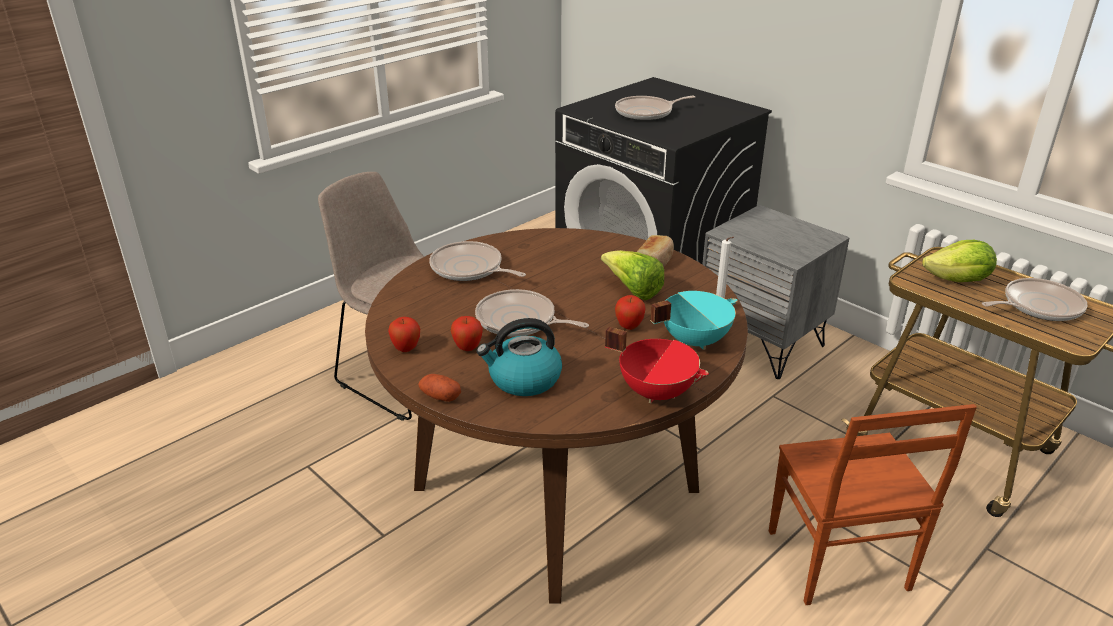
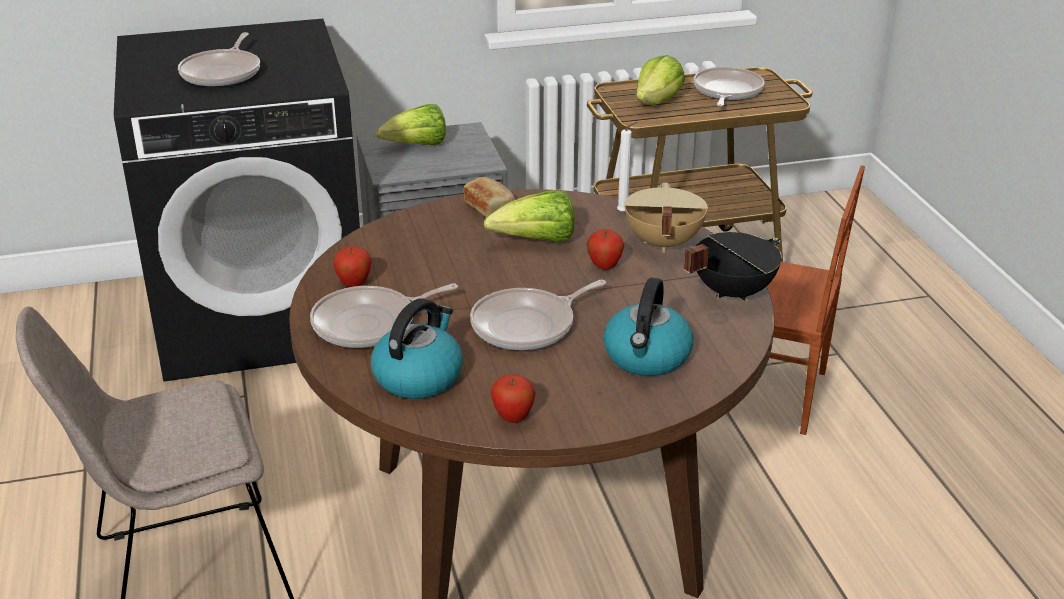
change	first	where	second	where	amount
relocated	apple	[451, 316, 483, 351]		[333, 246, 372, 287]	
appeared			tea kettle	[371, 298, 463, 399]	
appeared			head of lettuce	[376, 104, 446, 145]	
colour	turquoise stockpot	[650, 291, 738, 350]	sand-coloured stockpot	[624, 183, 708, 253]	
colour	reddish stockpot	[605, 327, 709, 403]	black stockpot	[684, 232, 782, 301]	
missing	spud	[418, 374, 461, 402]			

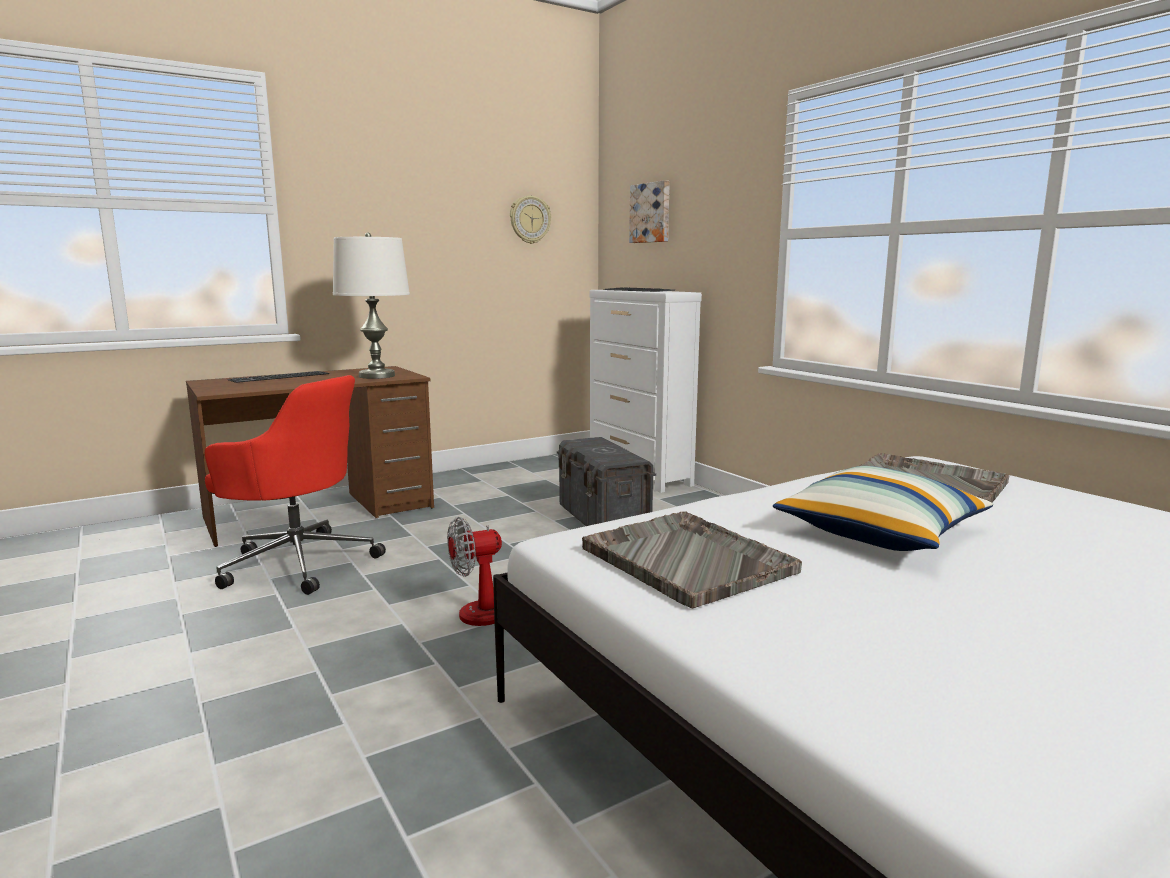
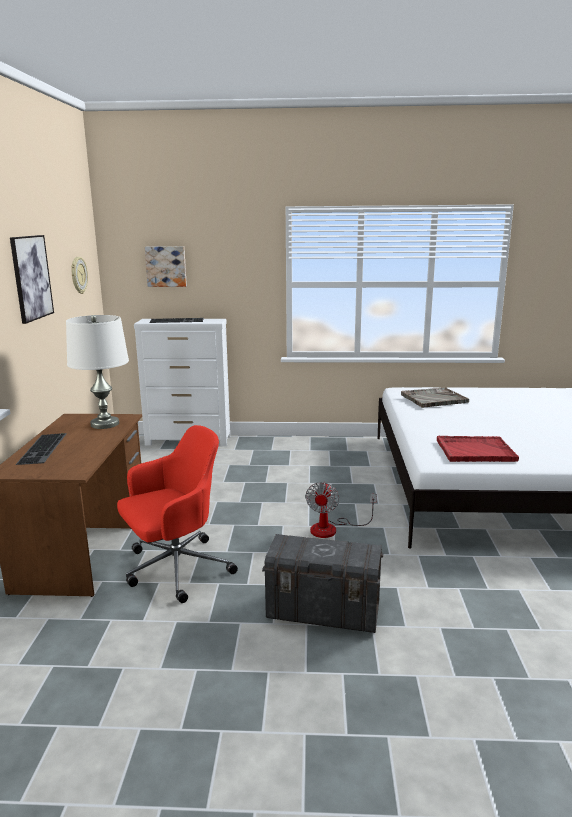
change	first	where	second	where	amount
appeared			wall picture	[10, 235, 54, 324]	
relocated	greyish storage bin	[557, 437, 656, 526]		[262, 534, 384, 633]	
colour	greyish serving tray	[582, 511, 802, 608]	reddish serving tray	[437, 436, 519, 462]	
missing	cushion	[773, 466, 993, 551]			

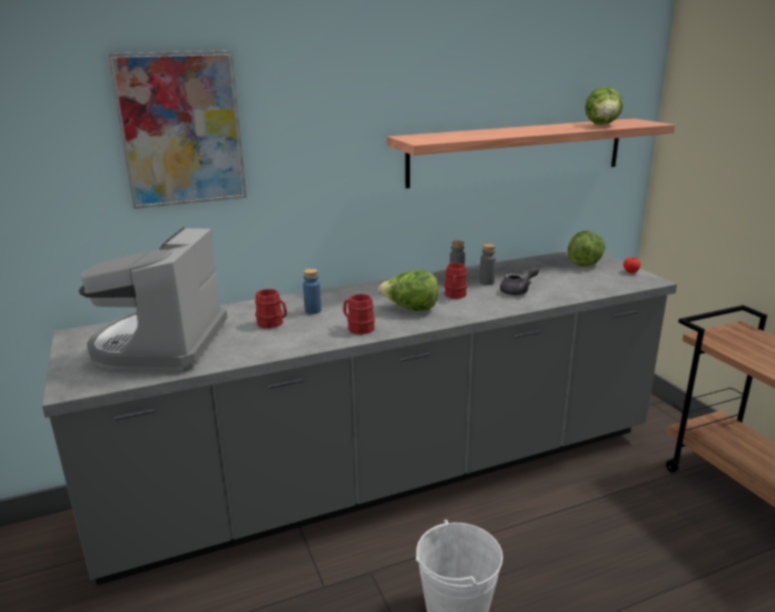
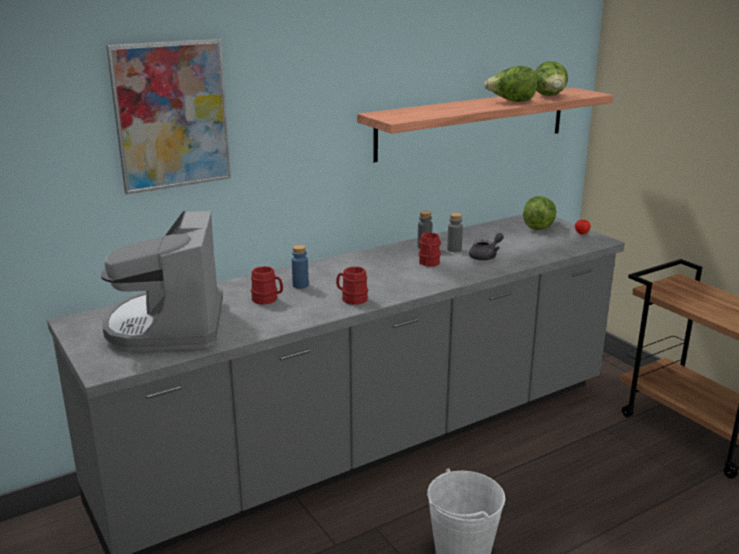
change	first	where	second	where	amount
relocated	head of lettuce	[378, 270, 439, 311]		[484, 66, 537, 102]	

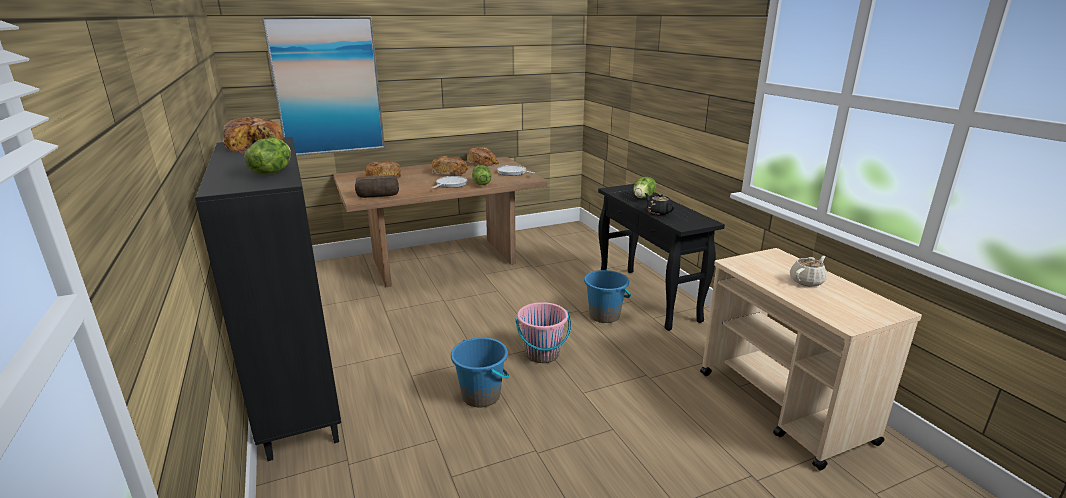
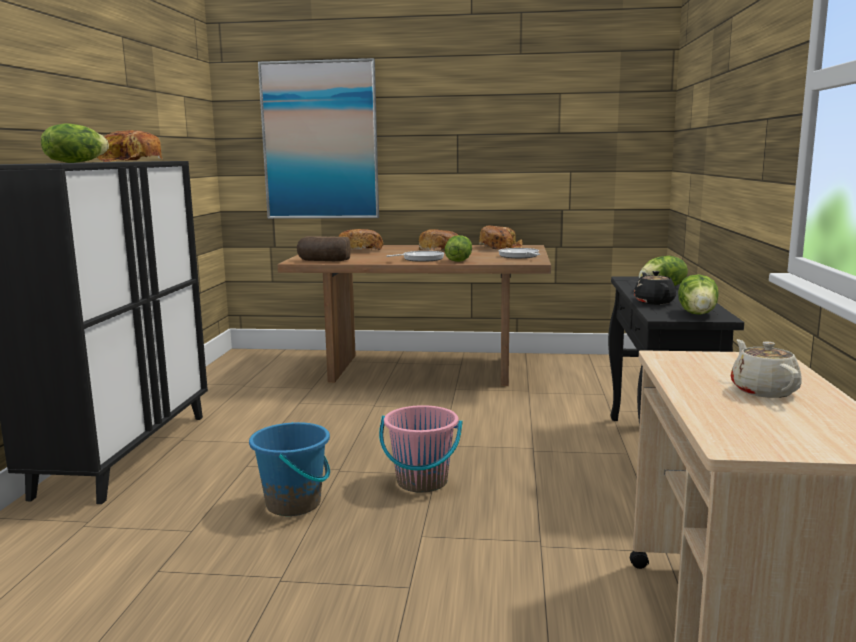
change	first	where	second	where	amount
appeared			head of lettuce	[678, 274, 719, 315]	
spun	sand-coloured tea pot	[790, 256, 827, 287]		[731, 339, 802, 398]	90 degrees counterclockwise
missing	blue pail	[584, 270, 631, 323]			

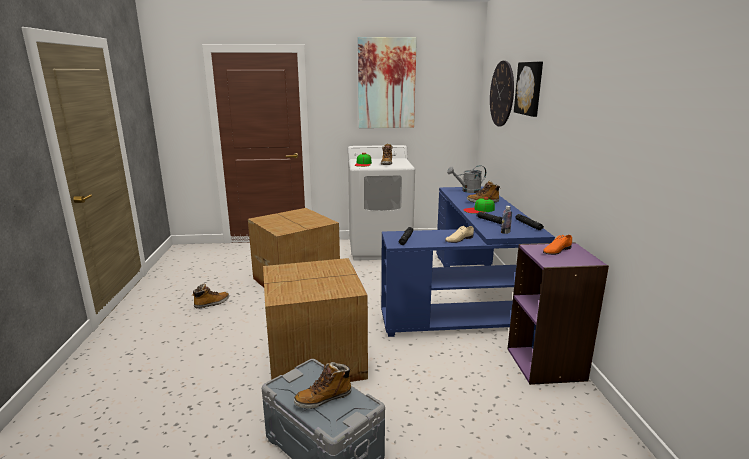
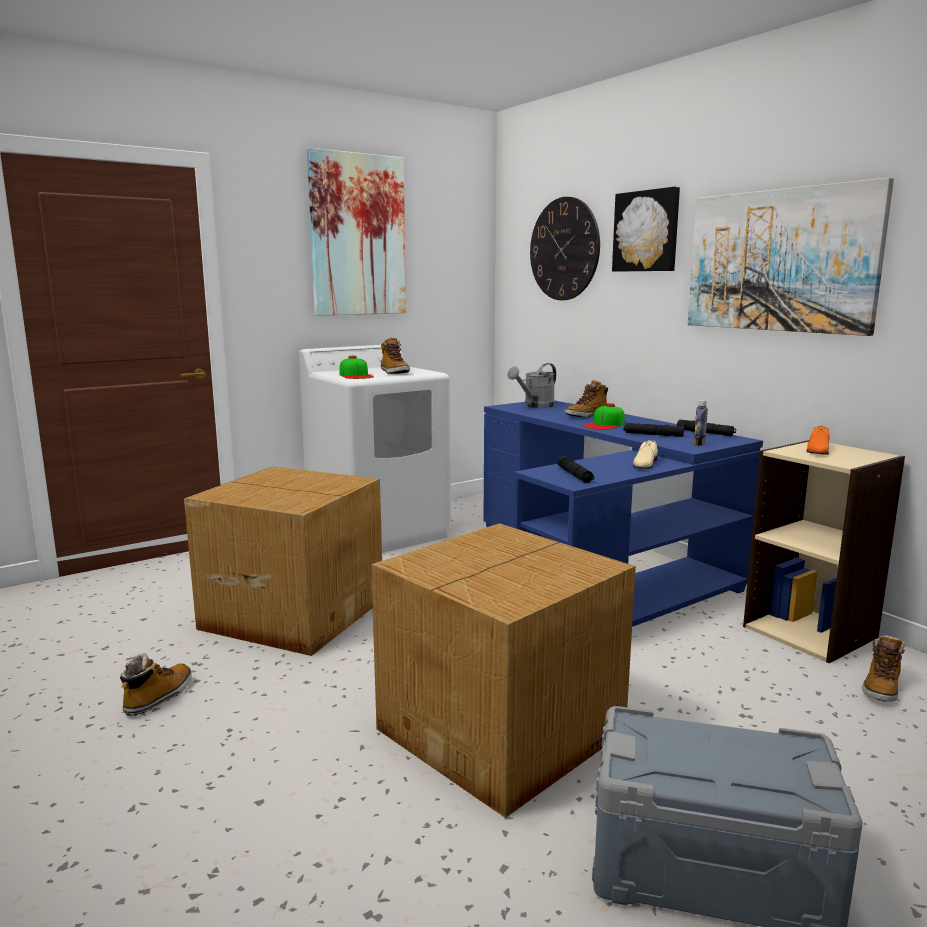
change	first	where	second	where	amount
appeared			wall picture	[688, 177, 894, 336]	
colour	purple shelving unit	[507, 242, 609, 385]	sand-coloured shelving unit	[743, 440, 905, 663]	
relocated	tall boot	[294, 362, 352, 409]		[862, 635, 905, 702]	

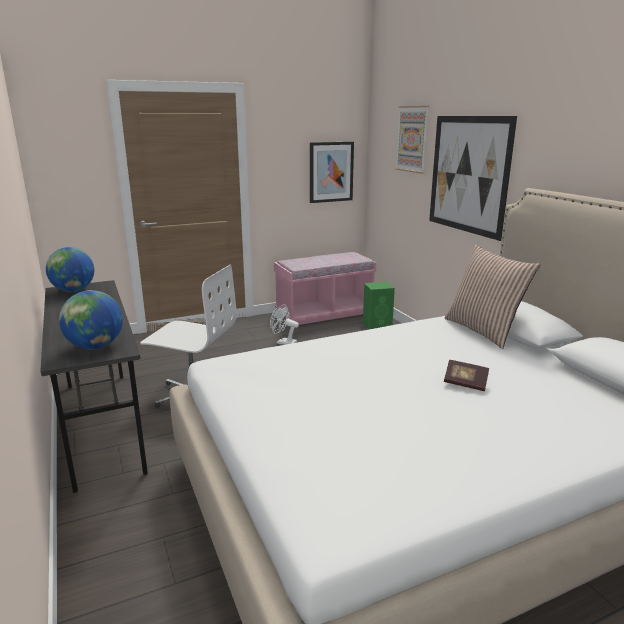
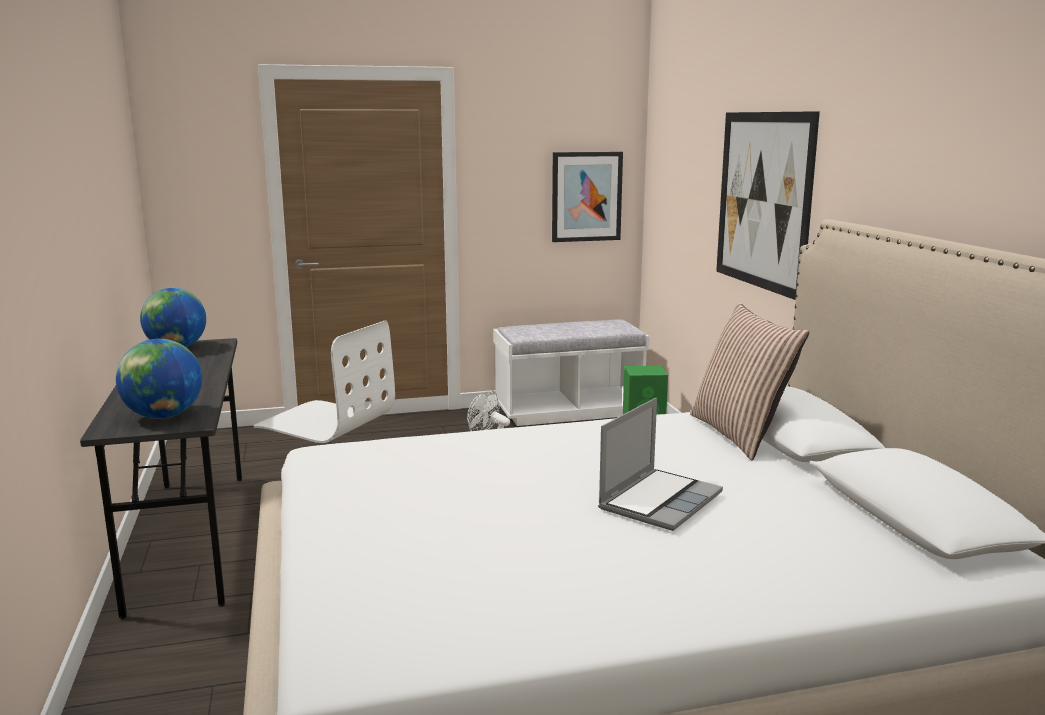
change	first	where	second	where	amount
colour	pink long seat	[274, 252, 376, 325]	whitish long seat	[493, 319, 649, 426]	
exchanged	bound book	[444, 360, 489, 391]	laptop	[598, 397, 723, 531]	
missing	wall picture	[395, 106, 429, 174]			

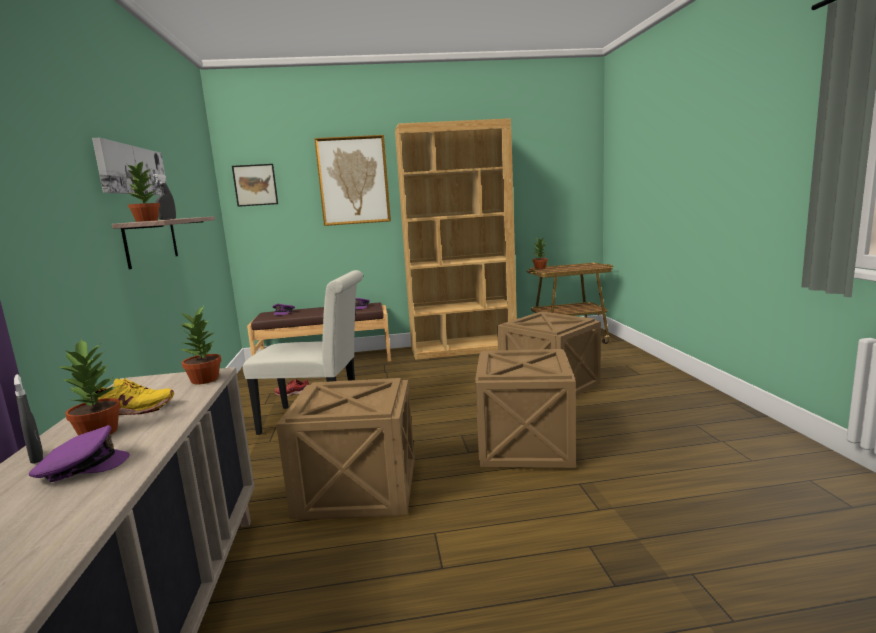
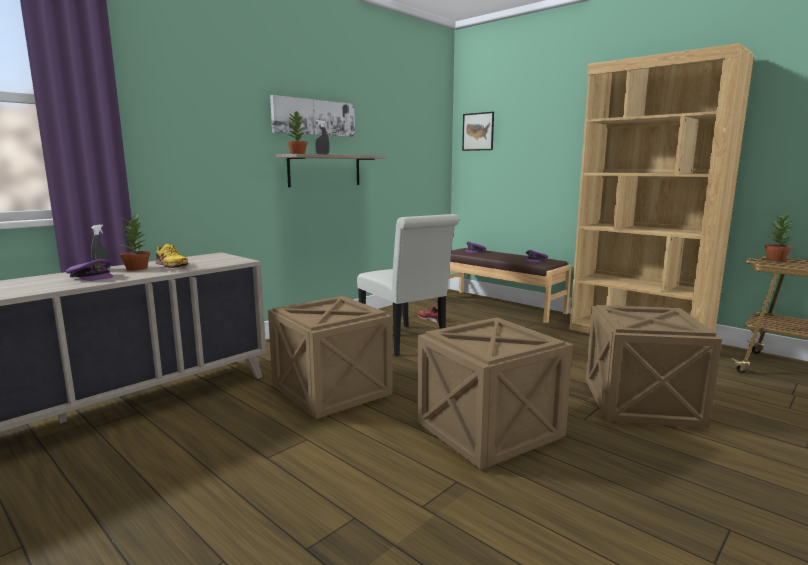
change	first	where	second	where	amount
missing	potted plant	[178, 306, 221, 384]			
missing	wall picture	[314, 135, 391, 226]			

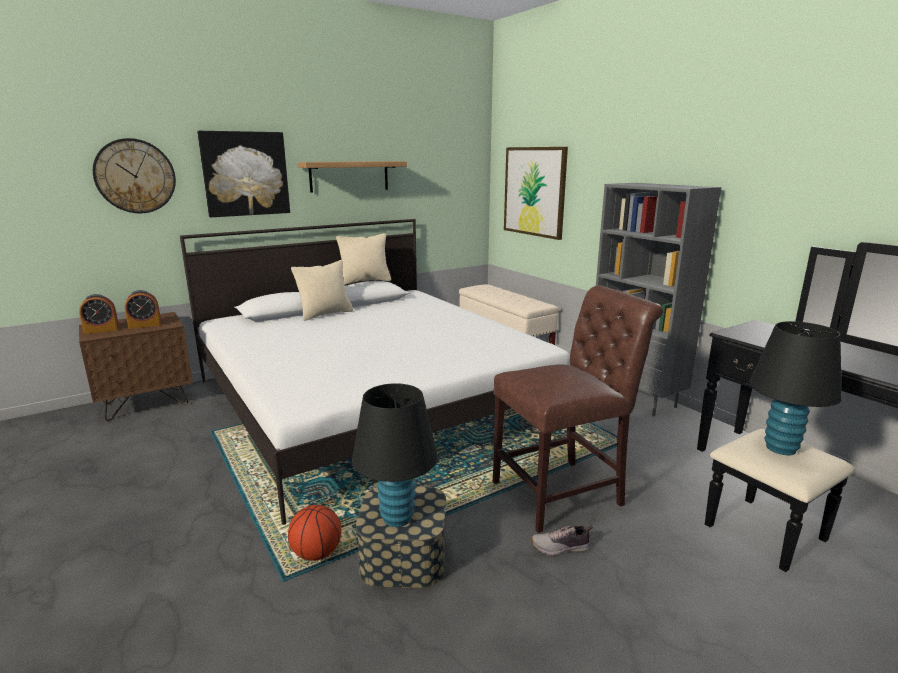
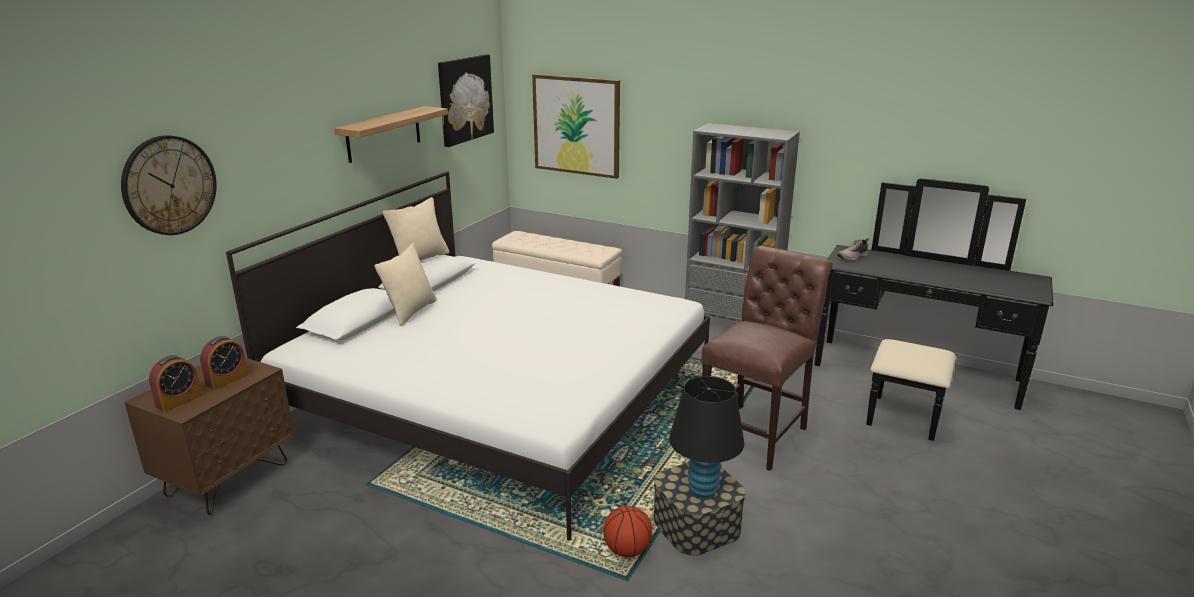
change	first	where	second	where	amount
relocated	wall picture	[197, 131, 290, 217]		[438, 54, 494, 147]	
relocated	item of footwear	[531, 524, 593, 556]		[837, 238, 869, 261]	
missing	black lamp for a table	[749, 321, 842, 455]			

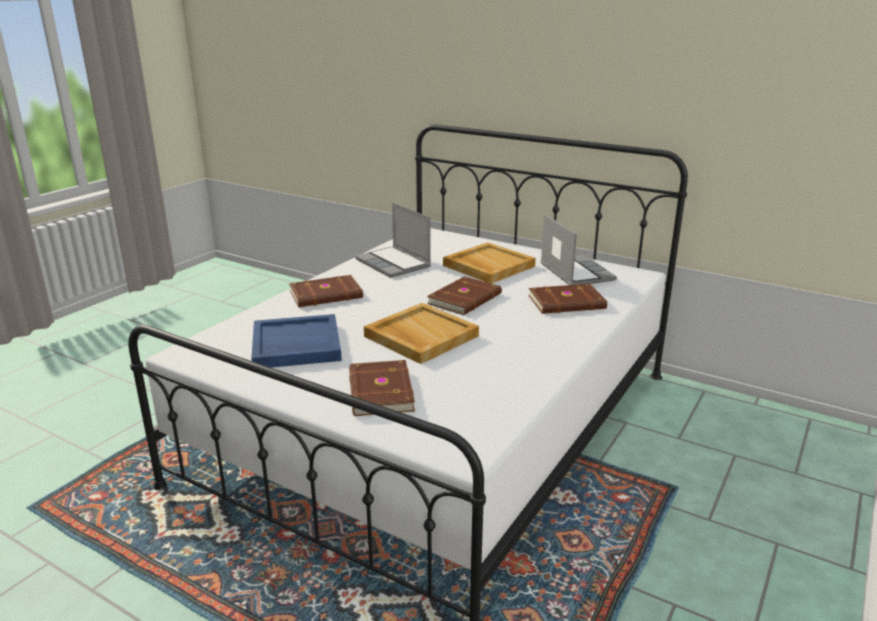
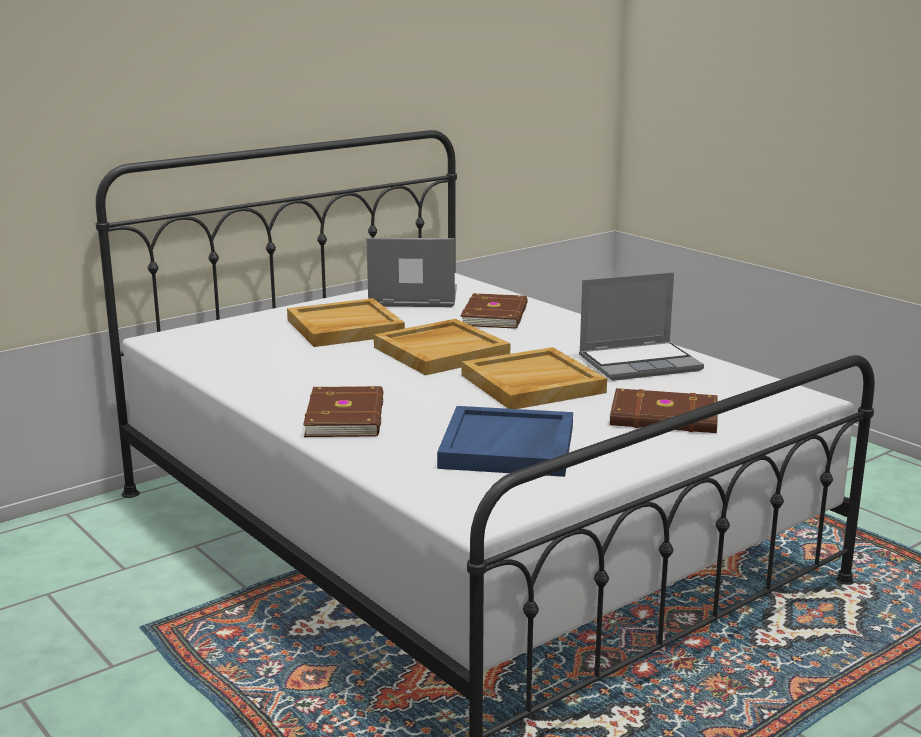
change	first	where	second	where	amount
exchanged	brownish bound book	[427, 276, 502, 315]	sand-coloured serving tray	[374, 319, 510, 375]	
relocated	laptop	[355, 202, 431, 278]		[579, 272, 704, 381]	

